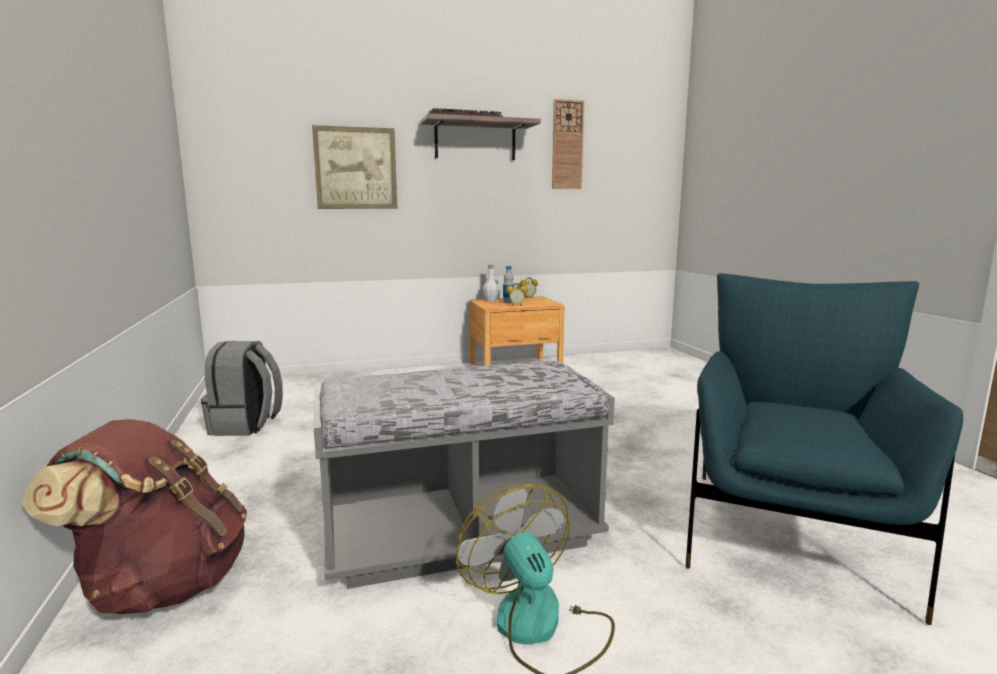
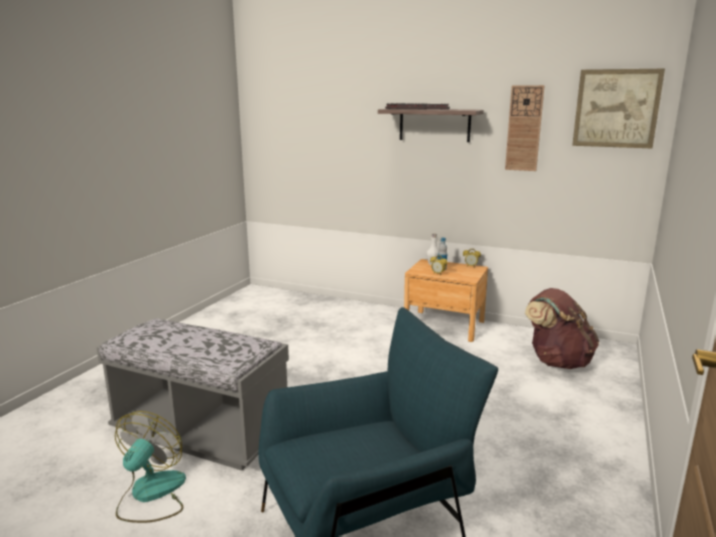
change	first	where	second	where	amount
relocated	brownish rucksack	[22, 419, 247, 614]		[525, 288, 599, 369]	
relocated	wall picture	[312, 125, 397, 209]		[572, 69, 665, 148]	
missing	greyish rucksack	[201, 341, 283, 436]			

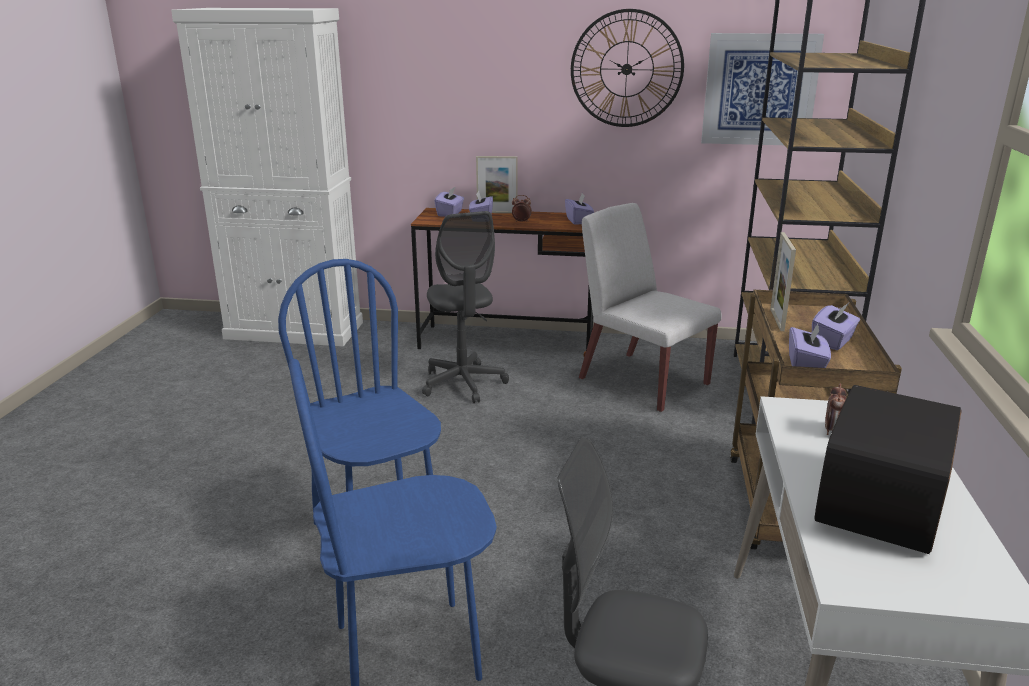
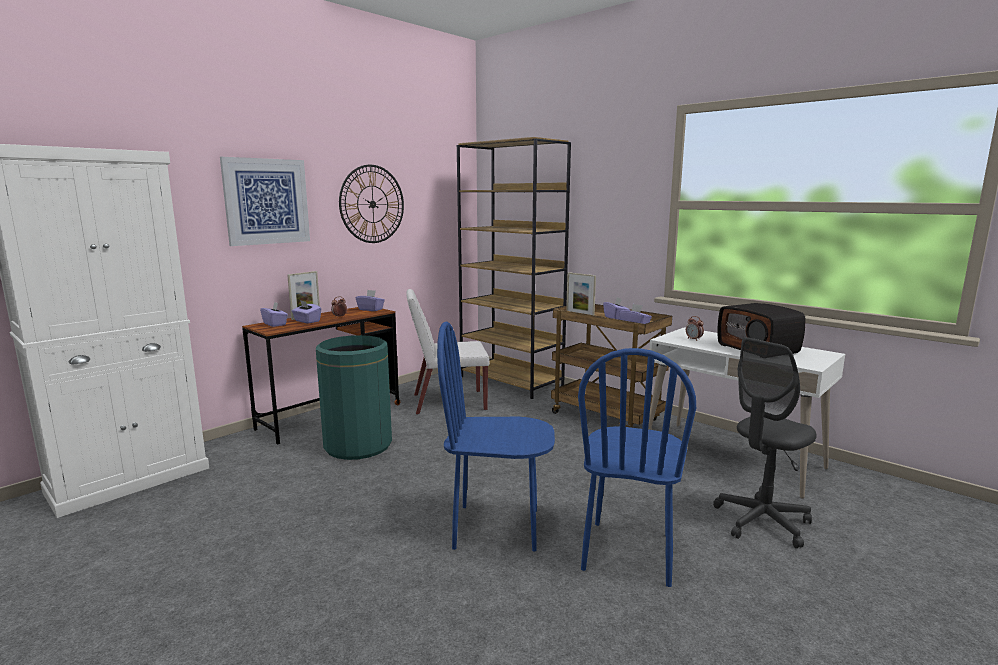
change	first	where	second	where	amount
relocated	wall picture	[701, 33, 824, 145]		[220, 157, 310, 246]	
exchanged	greyish office chair	[422, 211, 509, 403]	green-coloured rubbish bin	[316, 335, 392, 460]	

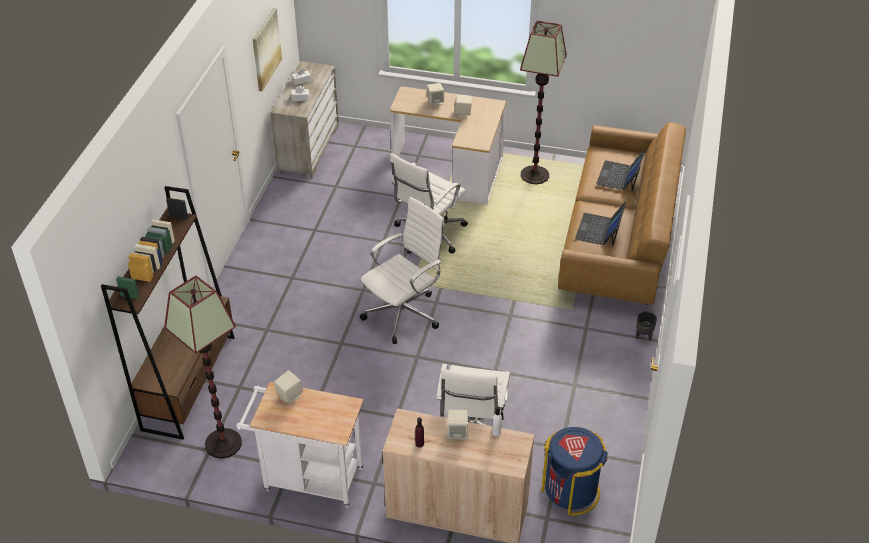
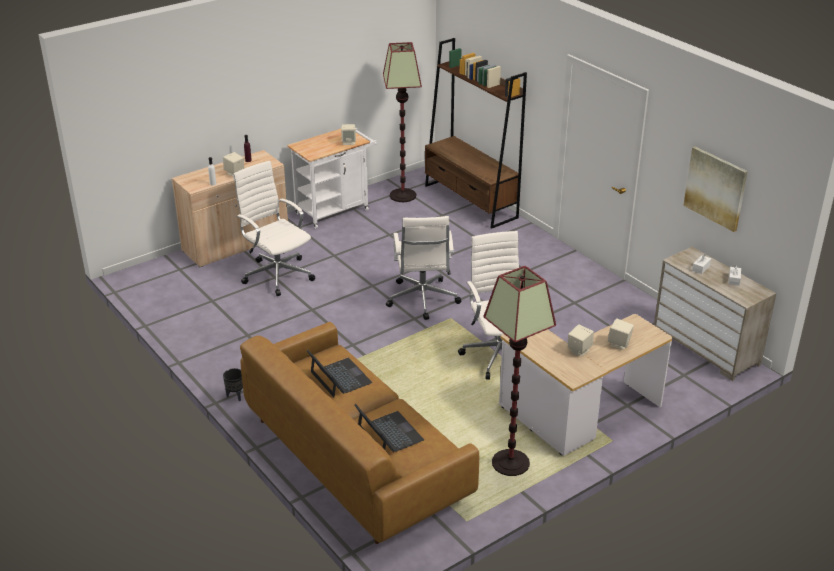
change	first	where	second	where	amount
missing	blue rubbish bin	[541, 427, 608, 516]			

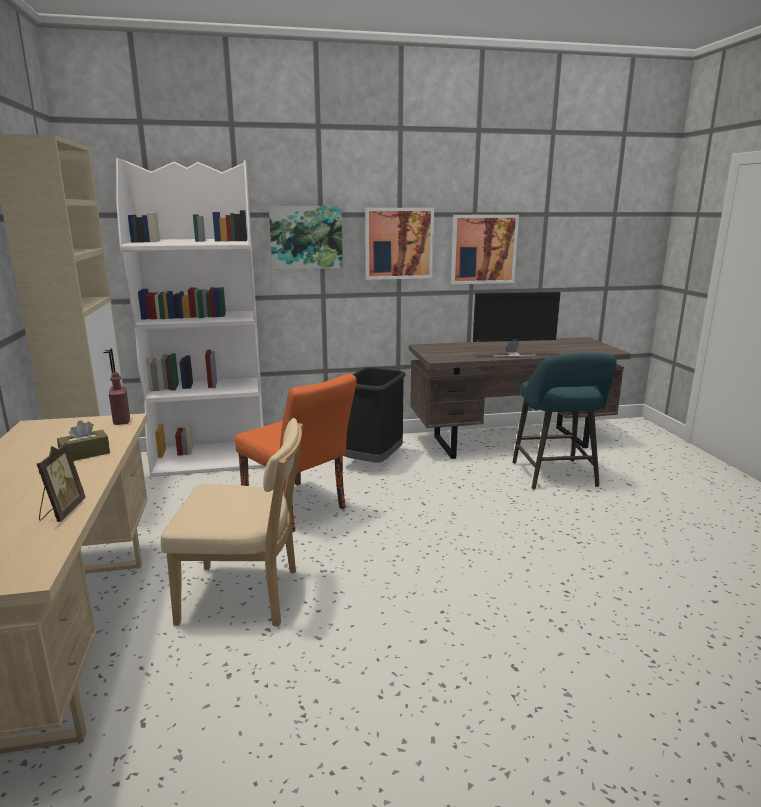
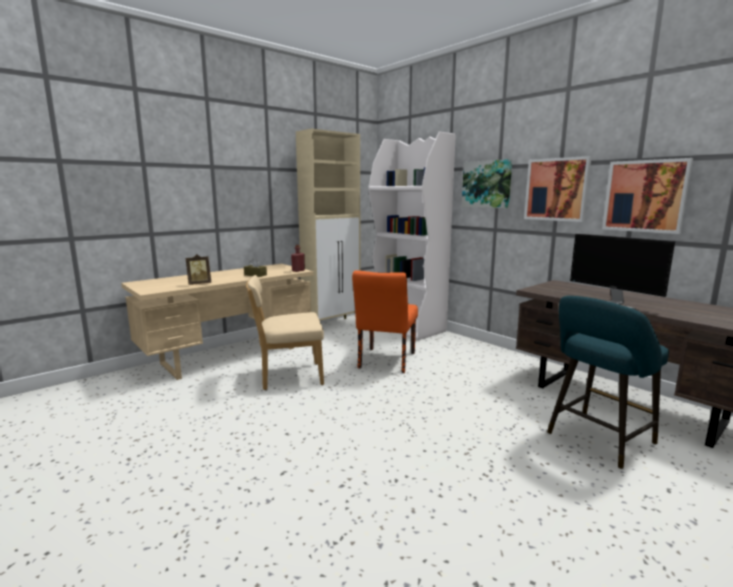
change	first	where	second	where	amount
spun	sand-coloured chair	[161, 418, 303, 627]		[246, 275, 324, 390]	105 degrees clockwise
missing	black rubbish bin	[344, 368, 405, 463]			

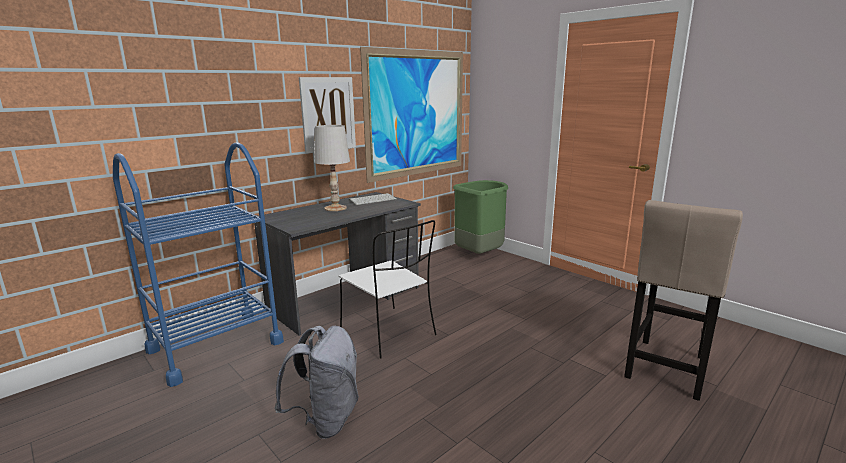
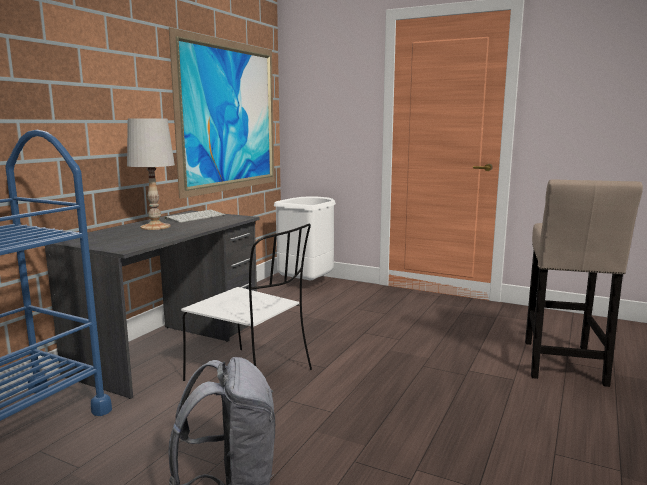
change	first	where	second	where	amount
colour	green-coloured rubbish bin	[453, 180, 508, 254]	whitish rubbish bin	[274, 196, 336, 280]	
missing	wall picture	[299, 77, 356, 153]			

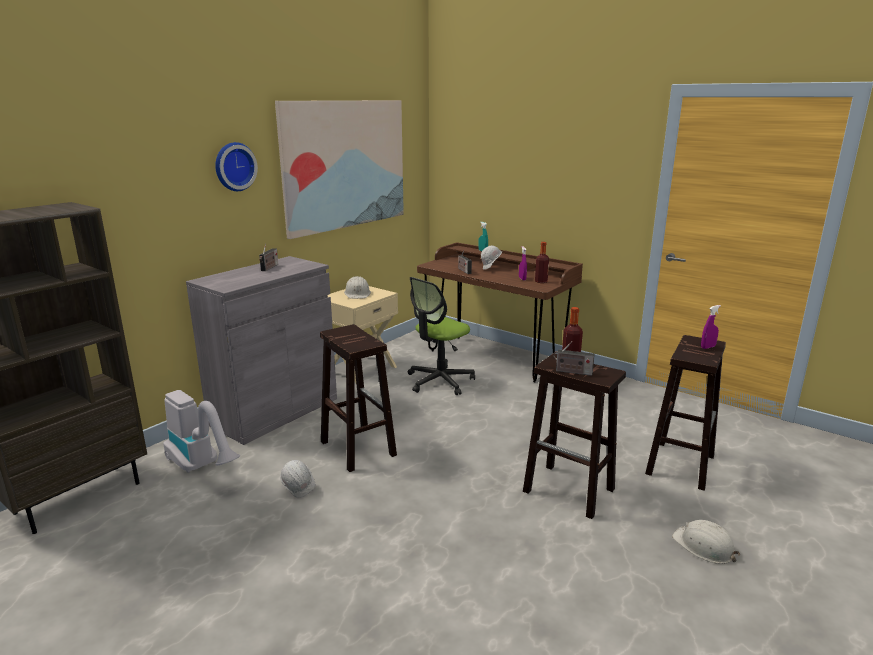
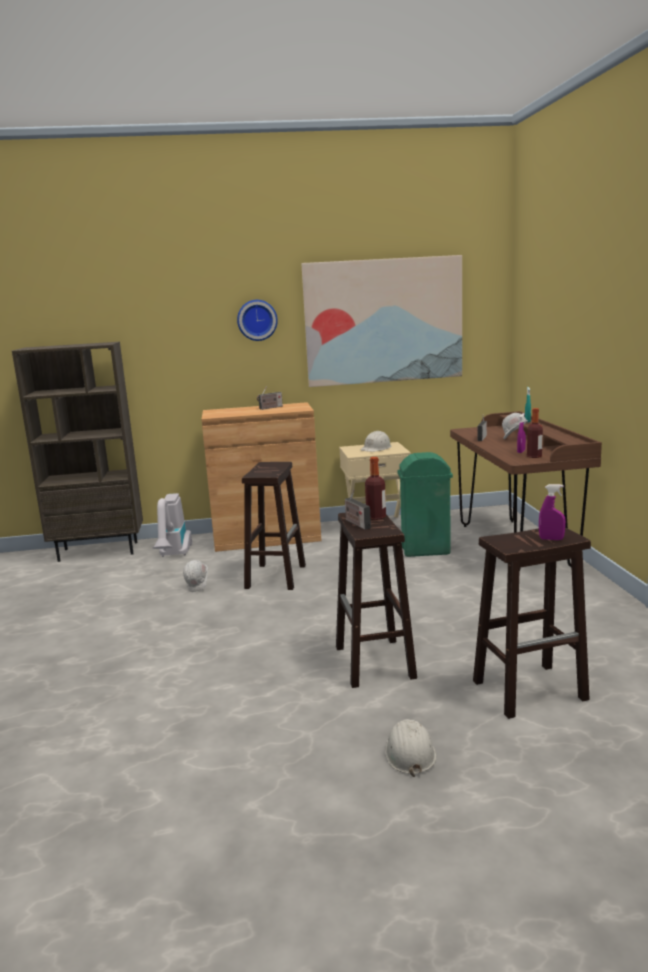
change	first	where	second	where	amount
colour	greyish storage cabinet	[186, 256, 337, 445]	brownish storage cabinet	[201, 402, 321, 552]	
exchanged	office chair	[408, 277, 475, 395]	green-coloured rubbish bin	[398, 452, 453, 557]	

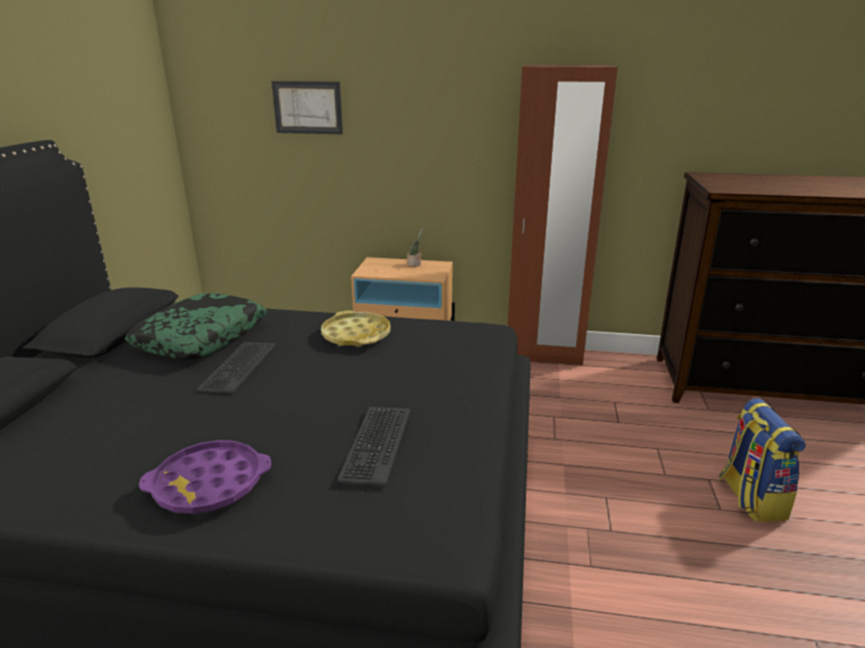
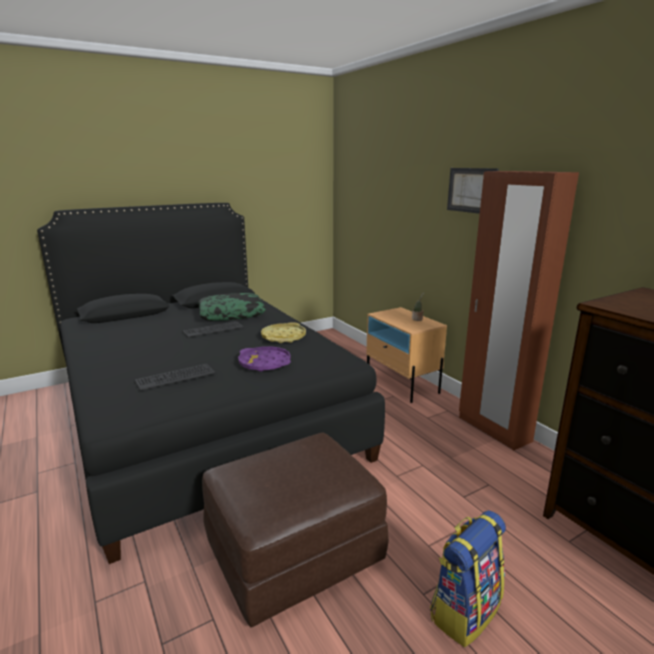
change	first	where	second	where	amount
appeared			brownish footrest	[202, 433, 389, 627]	
relocated	purple serving tray	[139, 440, 272, 514]		[238, 346, 291, 372]	
relocated	wall picture	[271, 81, 343, 134]		[447, 168, 498, 214]	

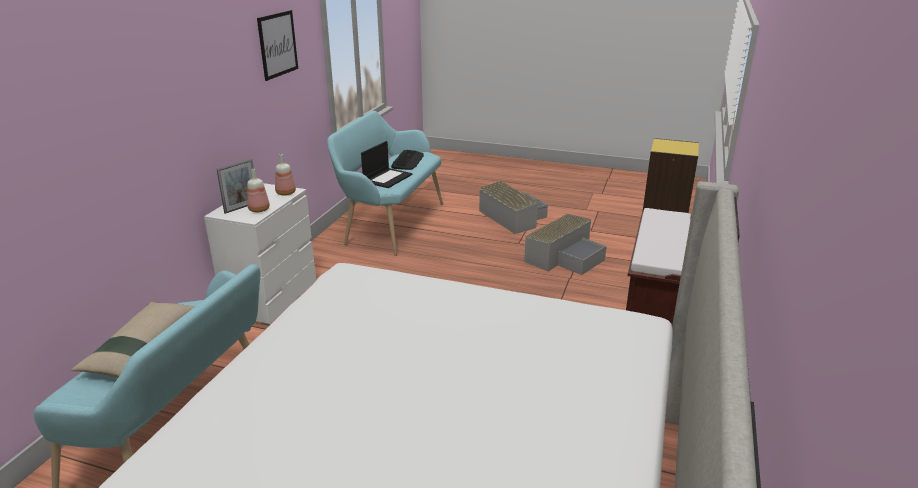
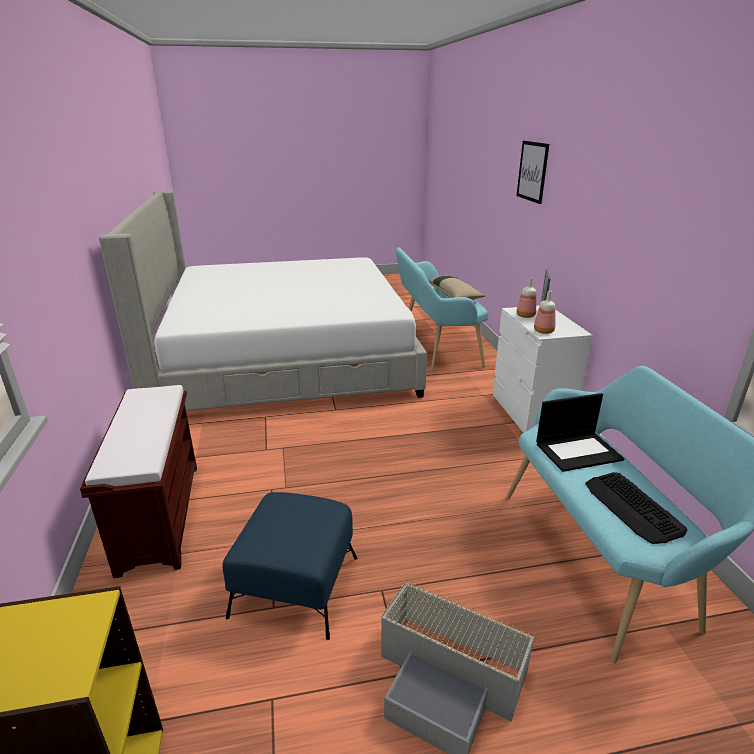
change	first	where	second	where	amount
exchanged	greyish storage bin	[524, 214, 607, 275]	blue footrest	[222, 492, 357, 640]	
relocated	wall picture	[257, 10, 298, 81]		[517, 141, 549, 204]	
spun	laptop	[361, 141, 413, 188]		[536, 393, 625, 472]	105 degrees counterclockwise

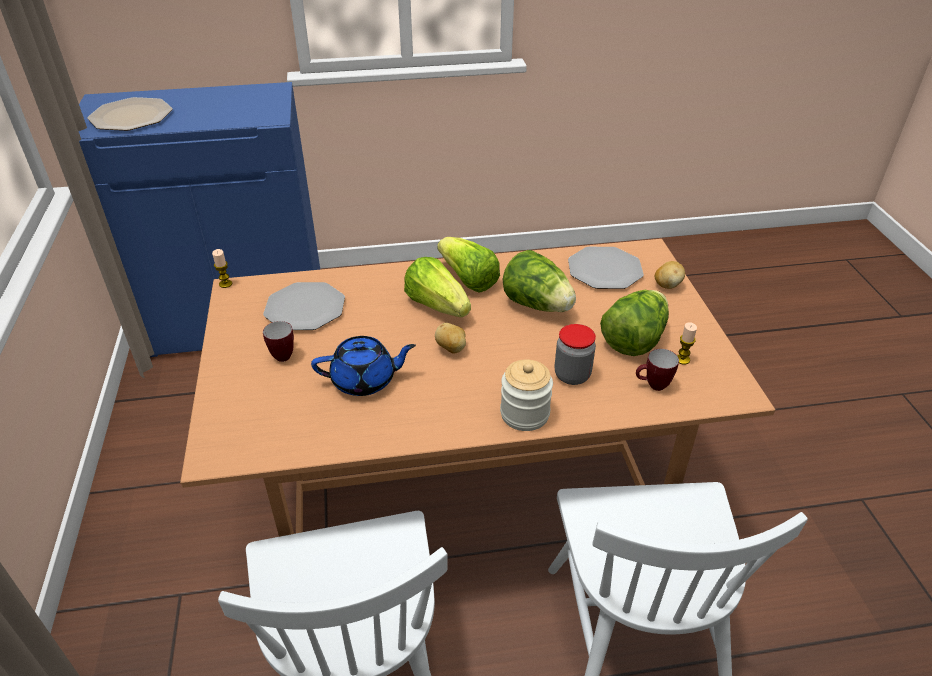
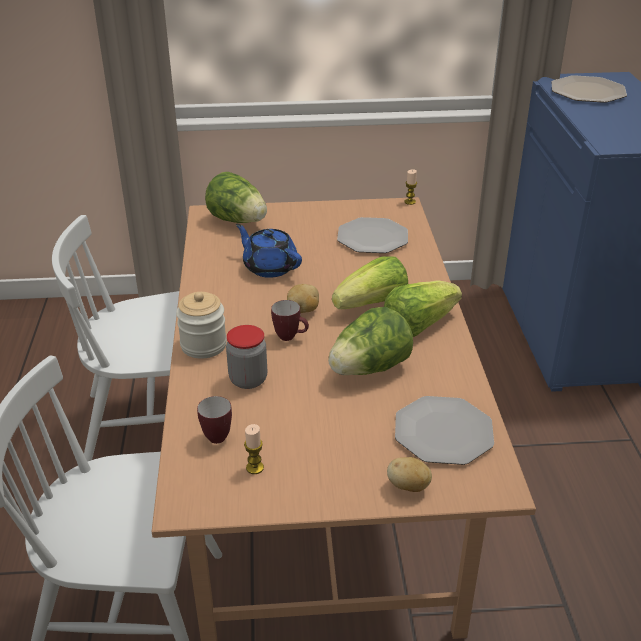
change	first	where	second	where	amount
relocated	head of lettuce	[600, 290, 669, 356]		[205, 172, 267, 223]	
spun	blue tea pot	[311, 336, 416, 396]		[236, 224, 302, 278]	135 degrees clockwise
relocated	coffee mug	[263, 321, 294, 362]		[271, 300, 309, 341]	

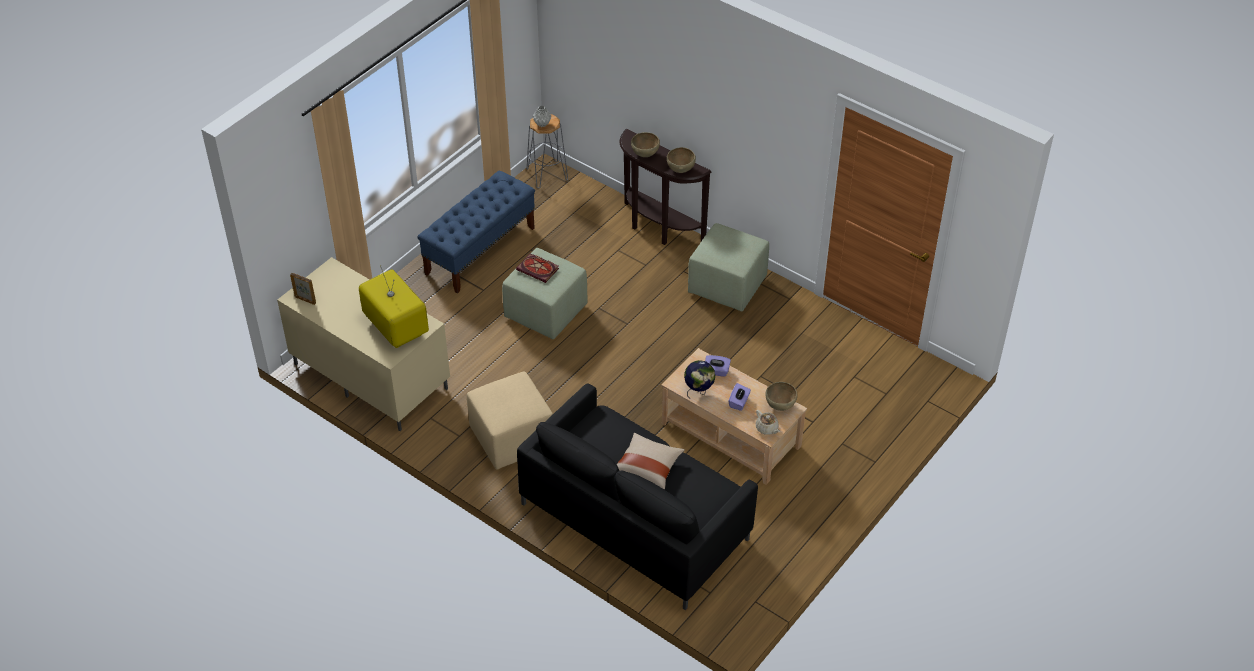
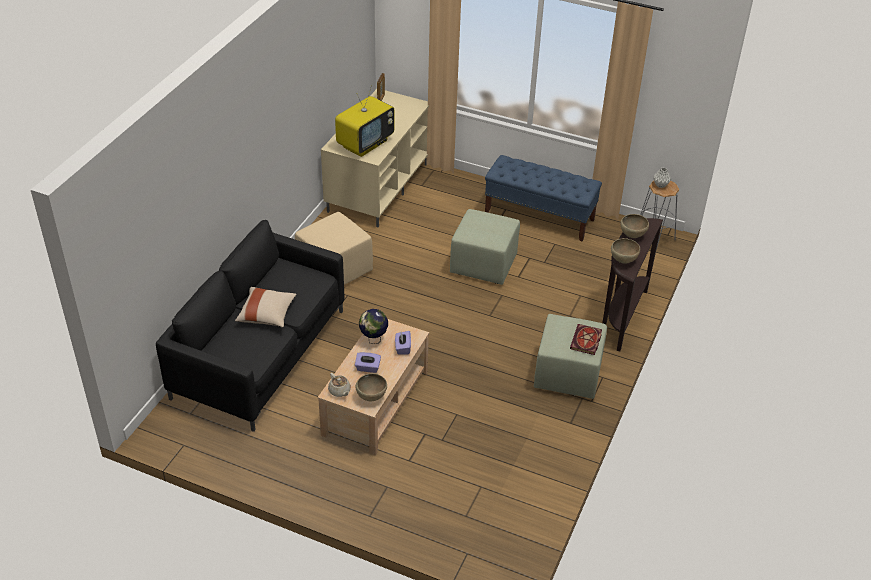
change	first	where	second	where	amount
spun	sand-coloured tea pot	[756, 410, 780, 435]		[328, 373, 351, 397]	75 degrees counterclockwise
relocated	bound book	[516, 253, 559, 283]		[570, 324, 602, 355]	

